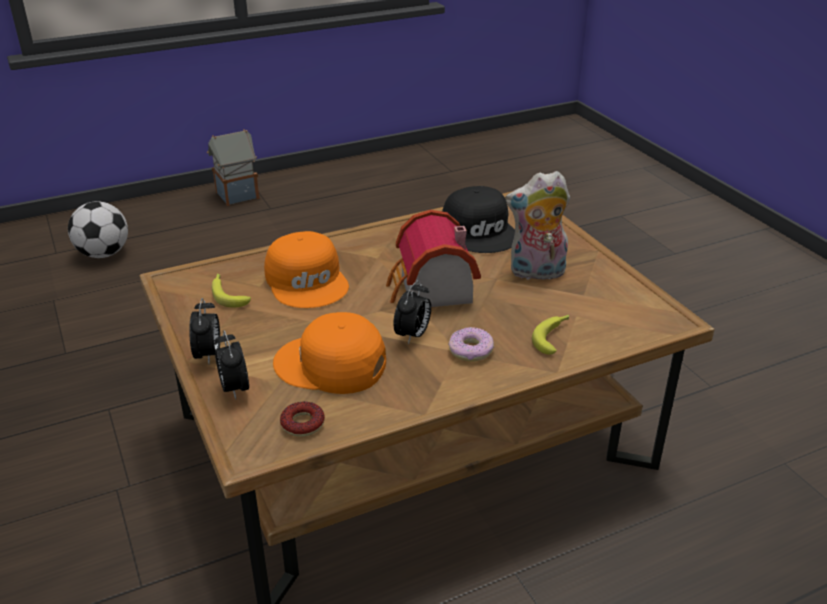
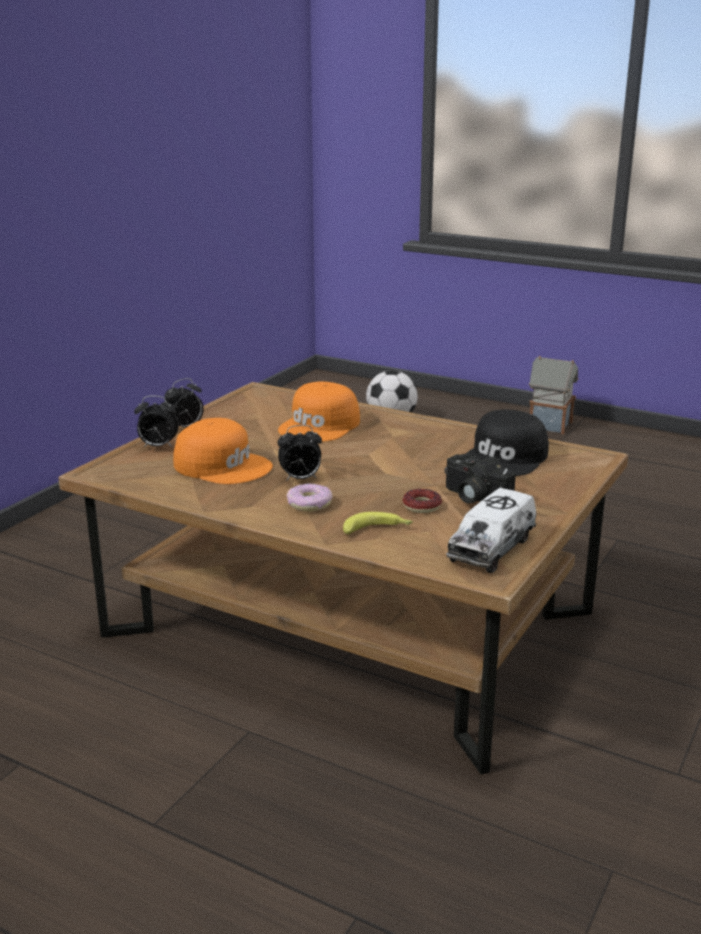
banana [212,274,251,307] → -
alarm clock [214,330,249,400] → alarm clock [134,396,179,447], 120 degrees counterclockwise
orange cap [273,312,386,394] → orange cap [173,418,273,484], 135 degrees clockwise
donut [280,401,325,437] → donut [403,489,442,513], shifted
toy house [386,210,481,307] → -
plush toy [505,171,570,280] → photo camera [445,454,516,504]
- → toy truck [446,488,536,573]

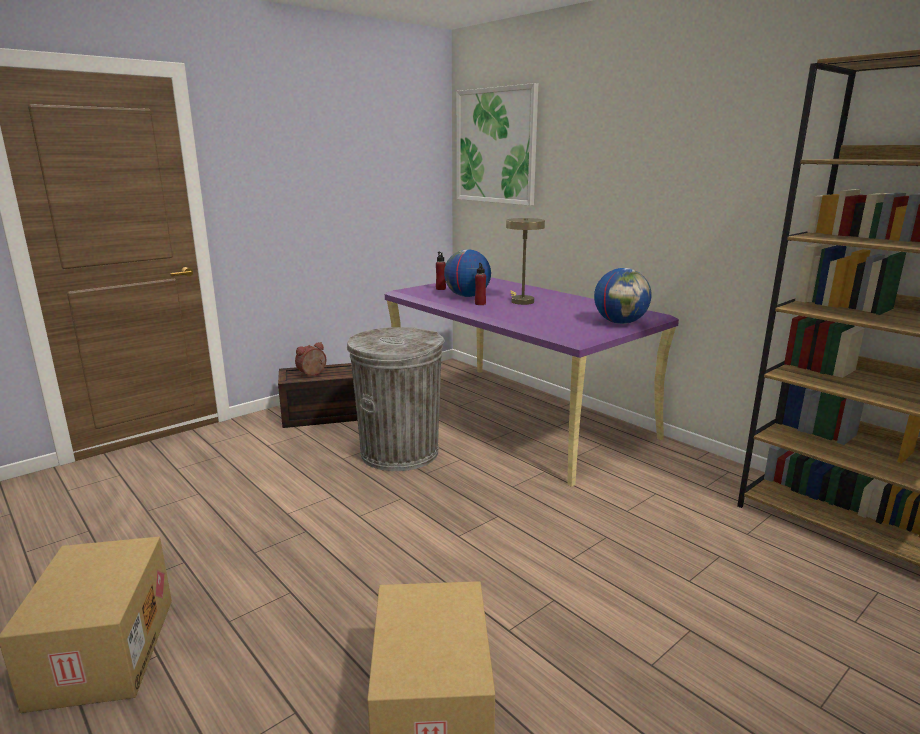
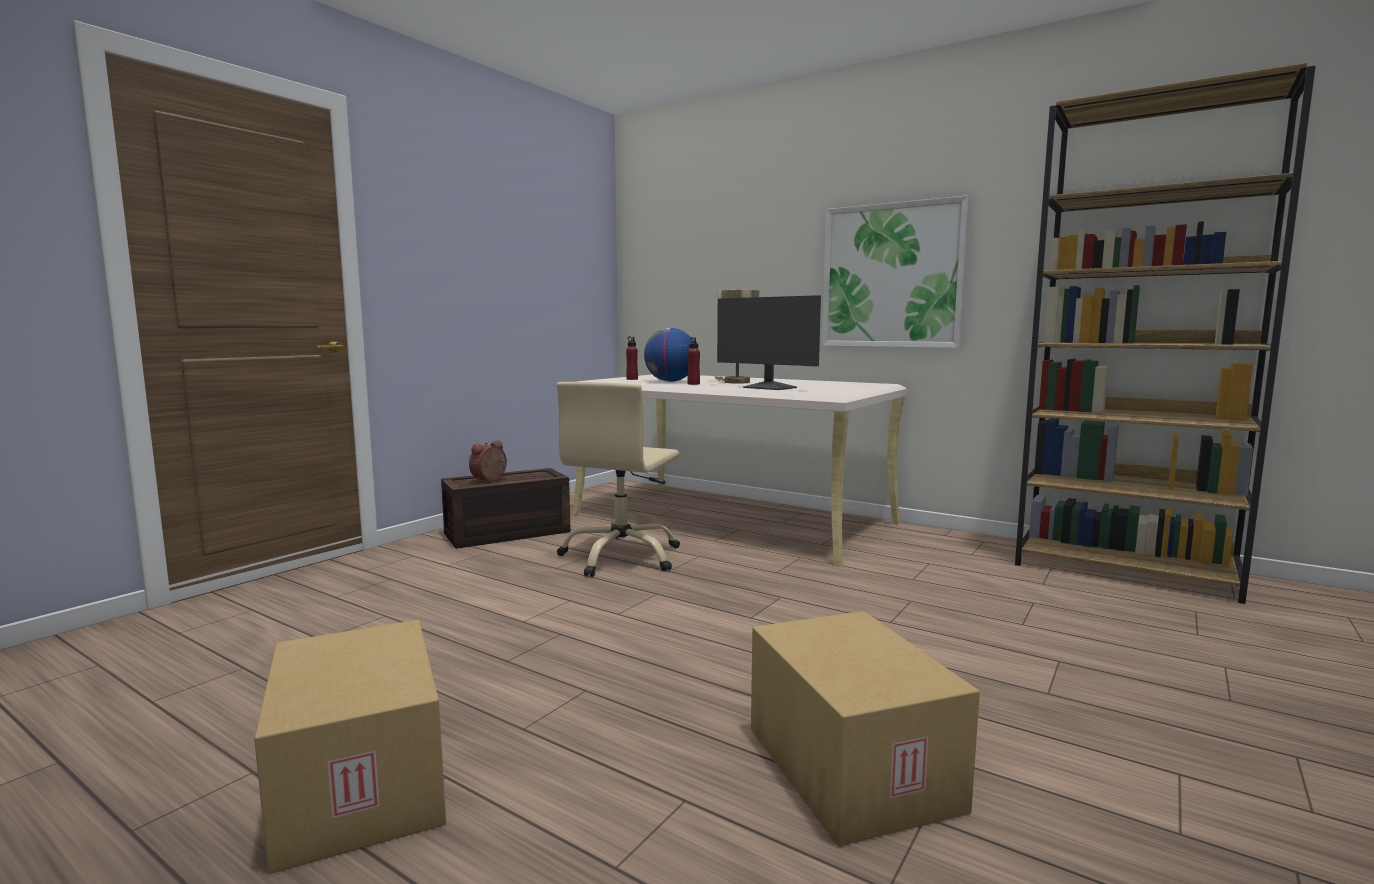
grey trash can [347,327,444,471] → beige office chair [557,382,680,577]
purple desk [385,277,679,487] → beige desk [572,375,907,566]
picture [457,83,538,206] → picture [822,195,970,348], shifted
globe [594,268,652,324] → -
- → monitor [717,295,821,390]

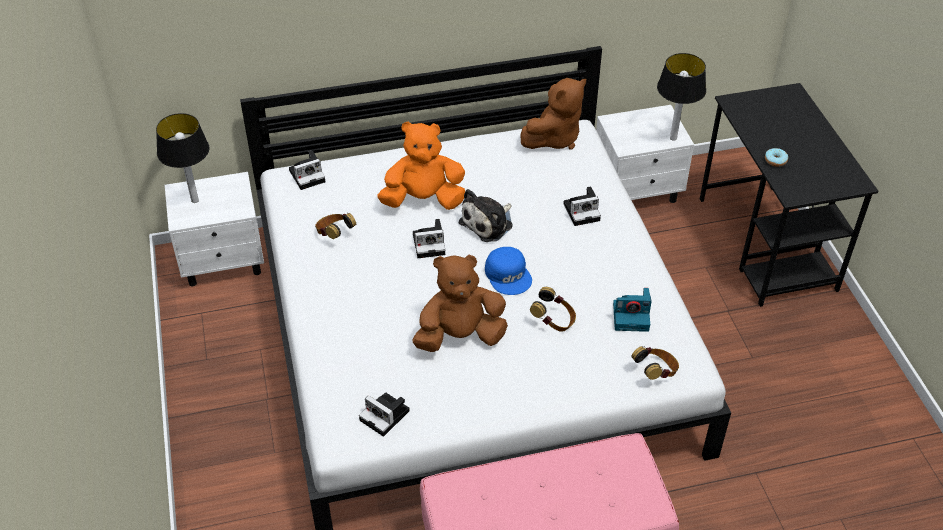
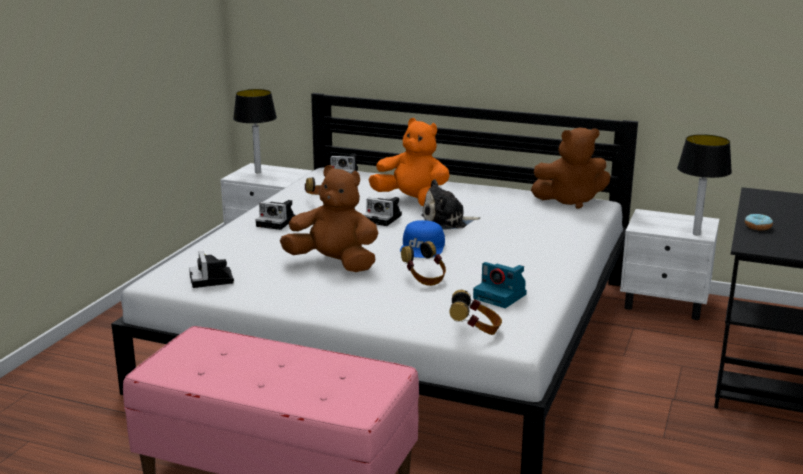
photo camera [563,186,601,226] → photo camera [256,200,295,230], shifted

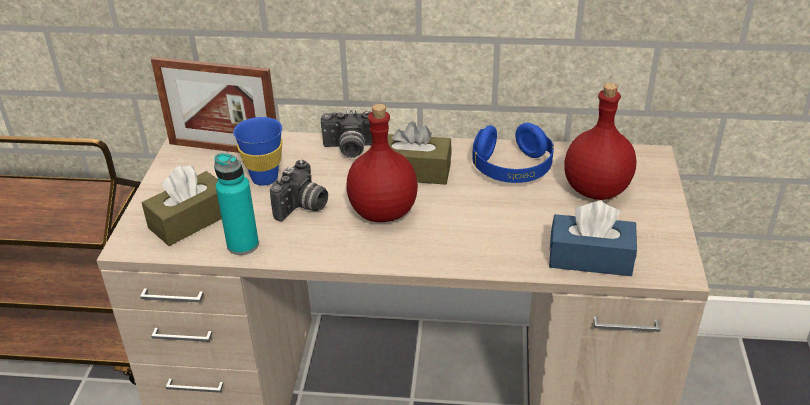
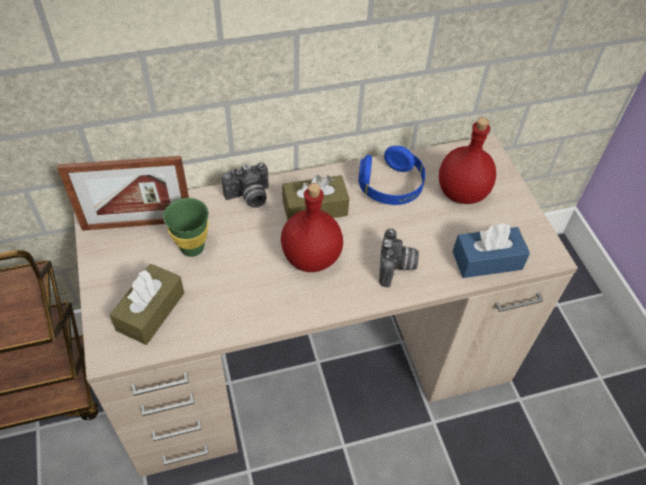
turquoise bottle [214,153,259,255] → -
blue cup [233,117,282,186] → green cup [163,198,209,257]
photo camera [270,160,328,221] → photo camera [379,228,419,287], shifted

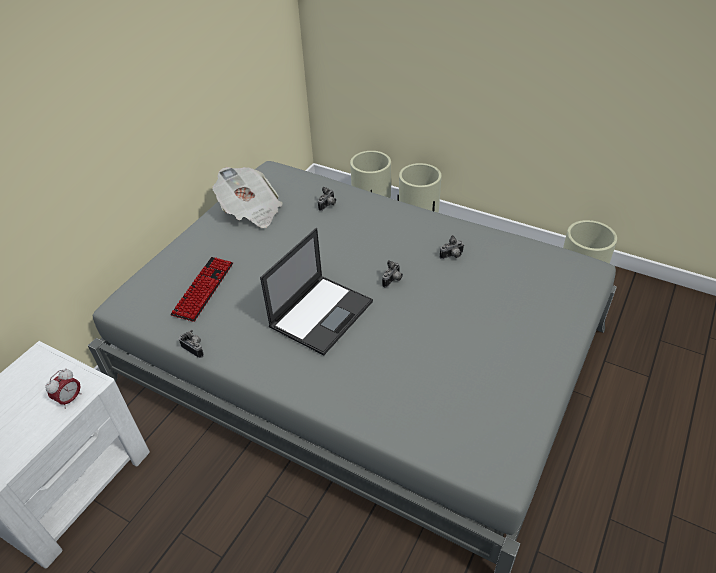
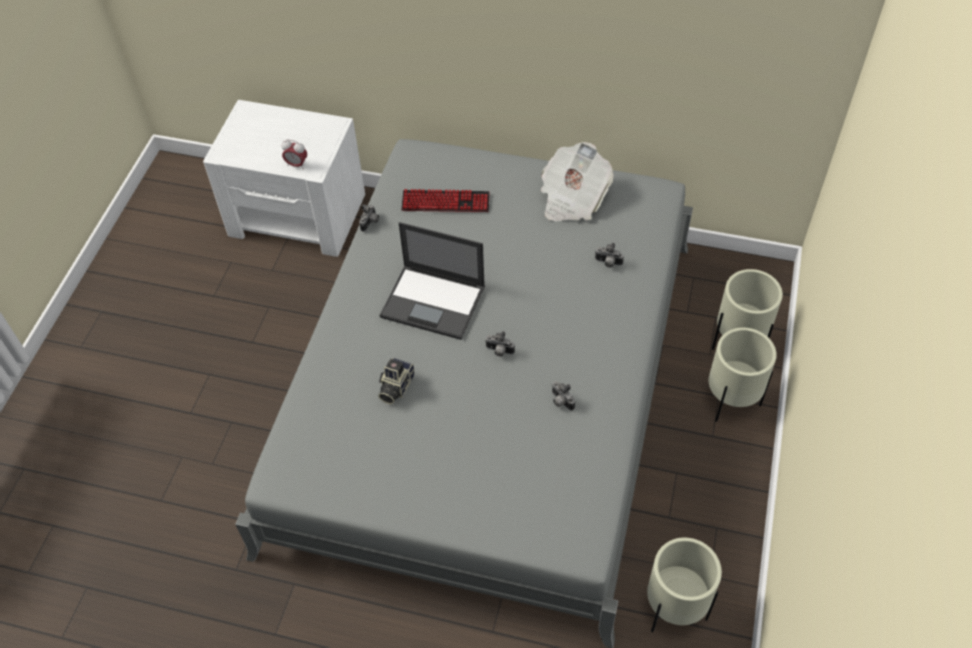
- → photo camera [378,358,415,404]

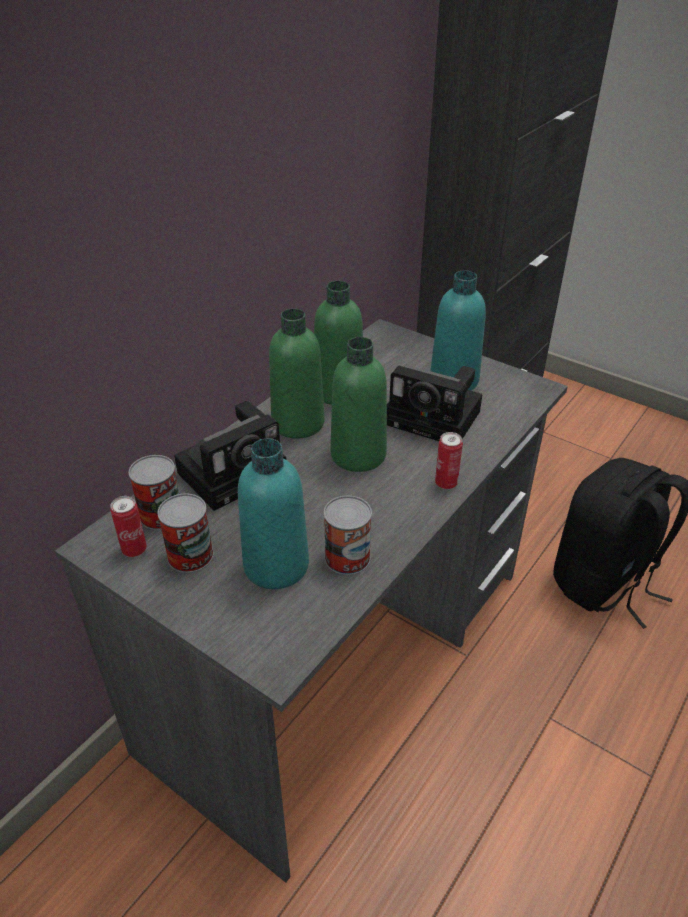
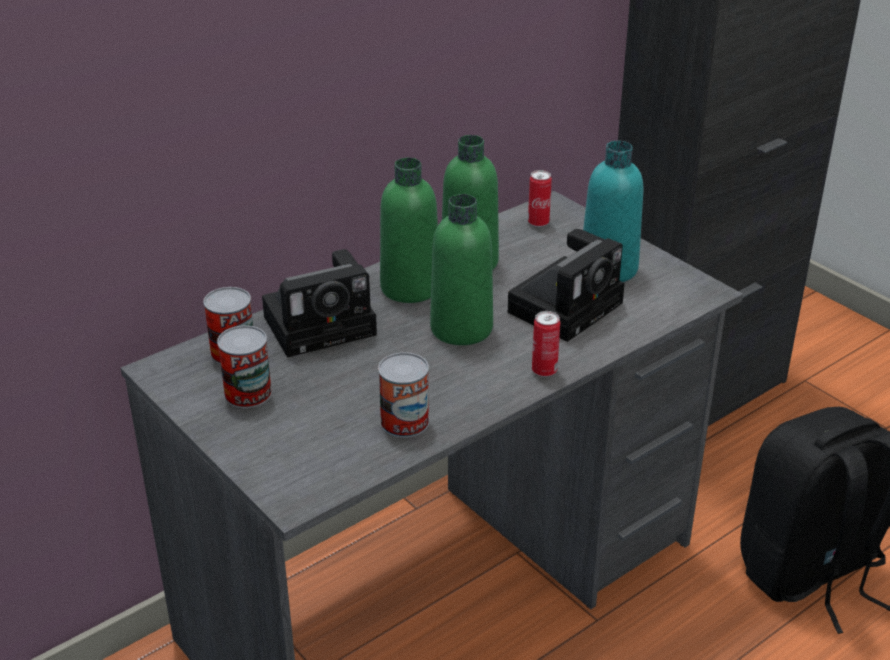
can [110,496,147,557] → can [528,170,552,227], shifted
turquoise bottle [238,438,309,589] → -
photo camera [387,365,482,441] → photo camera [508,229,625,342], 90 degrees counterclockwise

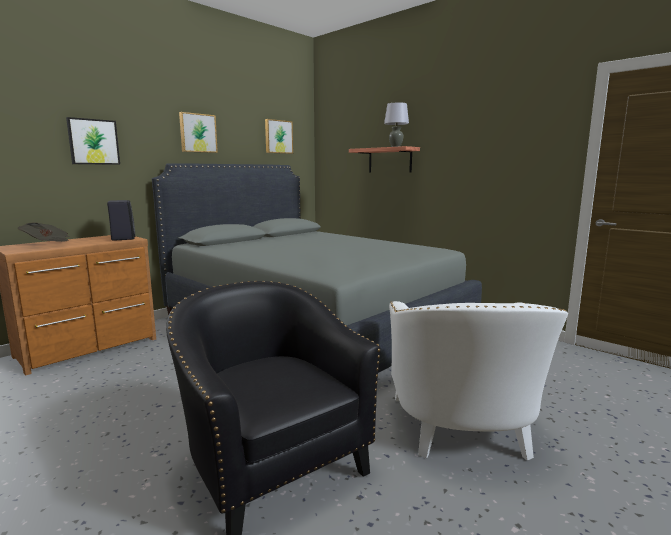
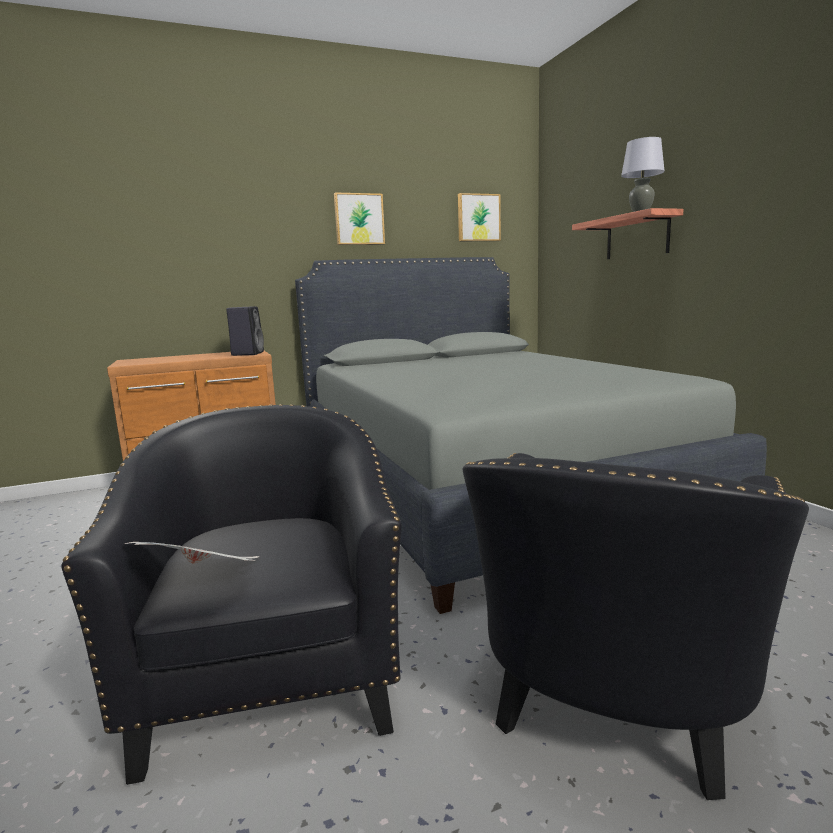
newspaper [18,222,69,242] → newspaper [125,542,260,564], shifted
picture [66,117,120,165] → -
white armchair [389,301,568,461] → black armchair [463,453,809,800]

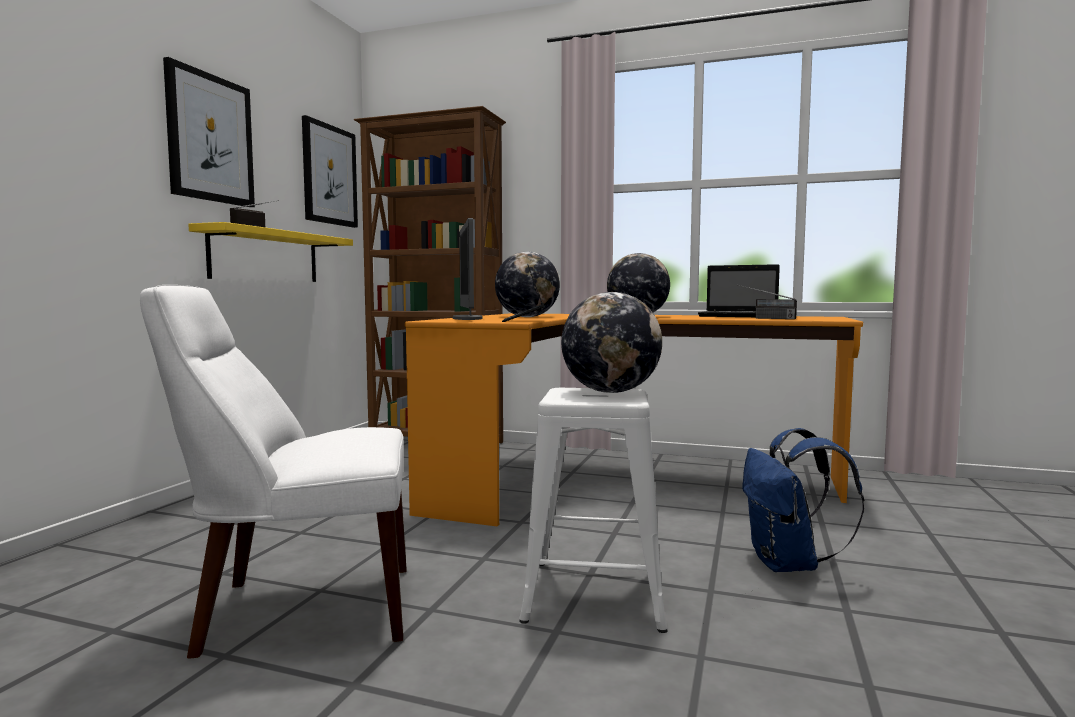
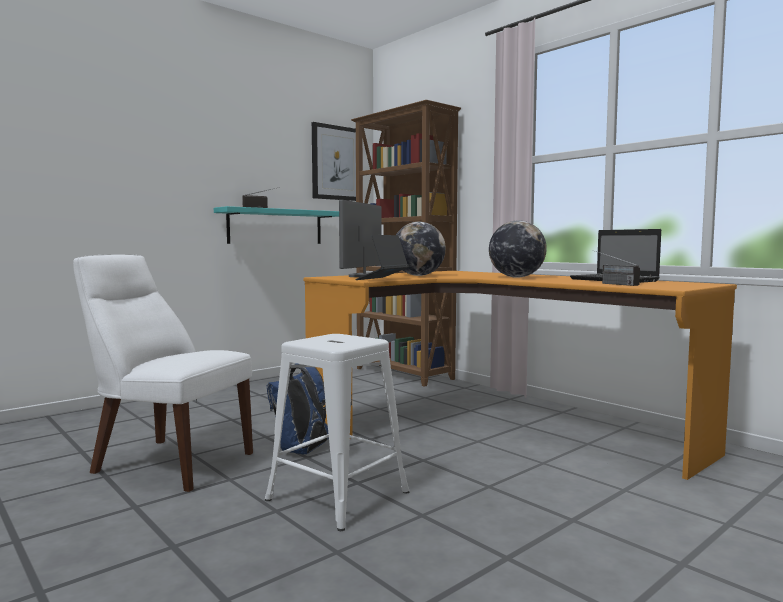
picture [163,57,255,207] → -
yellow shelf [188,222,353,282] → turquoise shelf [214,206,339,244]
globe [561,292,662,393] → -
blue backpack [742,428,864,572] → blue backpack [267,363,352,455], shifted

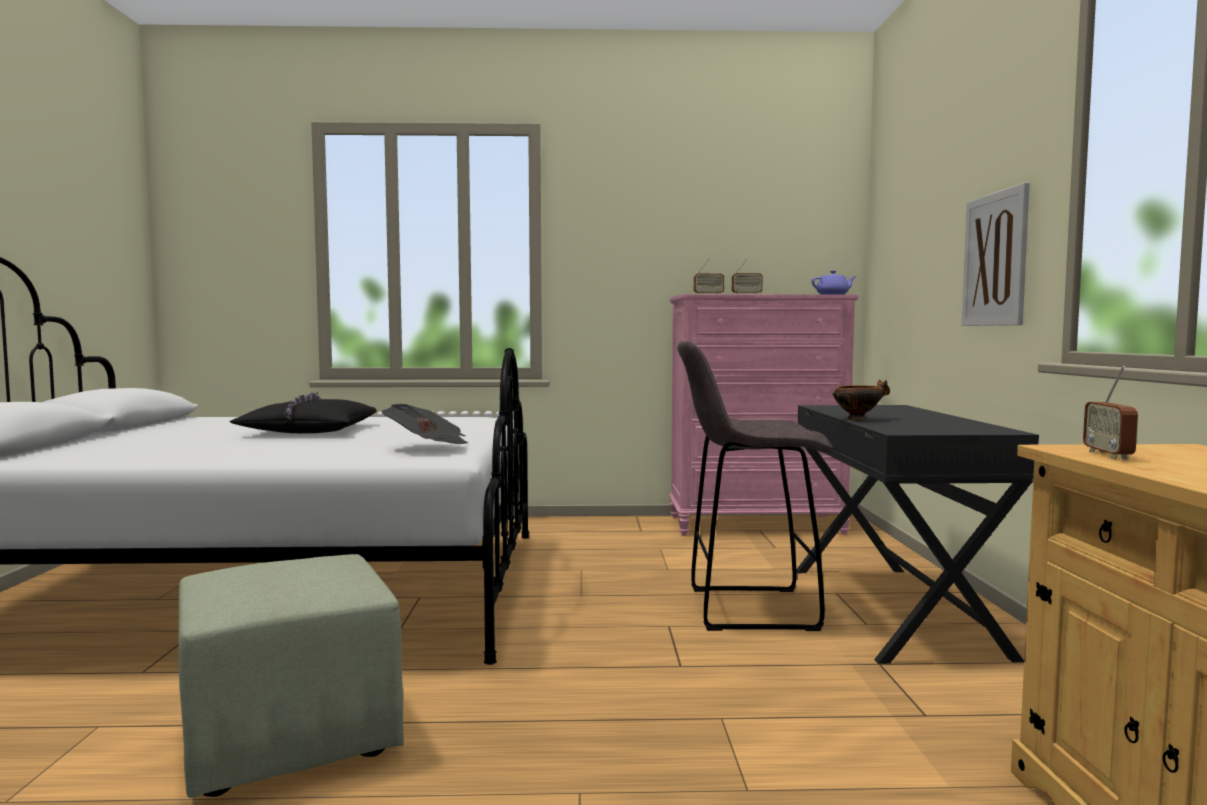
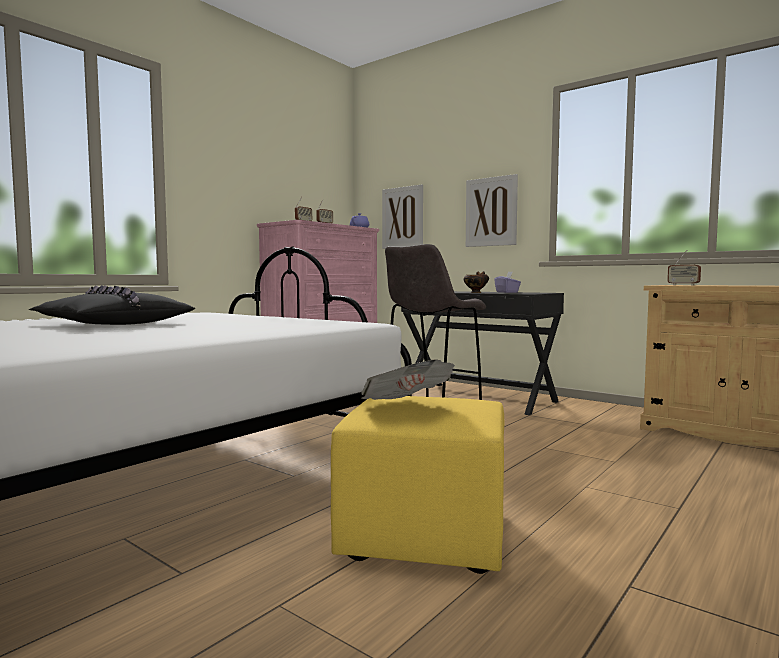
green ottoman [178,554,404,798] → yellow ottoman [331,396,505,574]
newspaper [382,404,468,444] → newspaper [361,359,455,400], shifted
- → picture [382,185,423,249]
- → purple tissue box [494,271,521,293]

